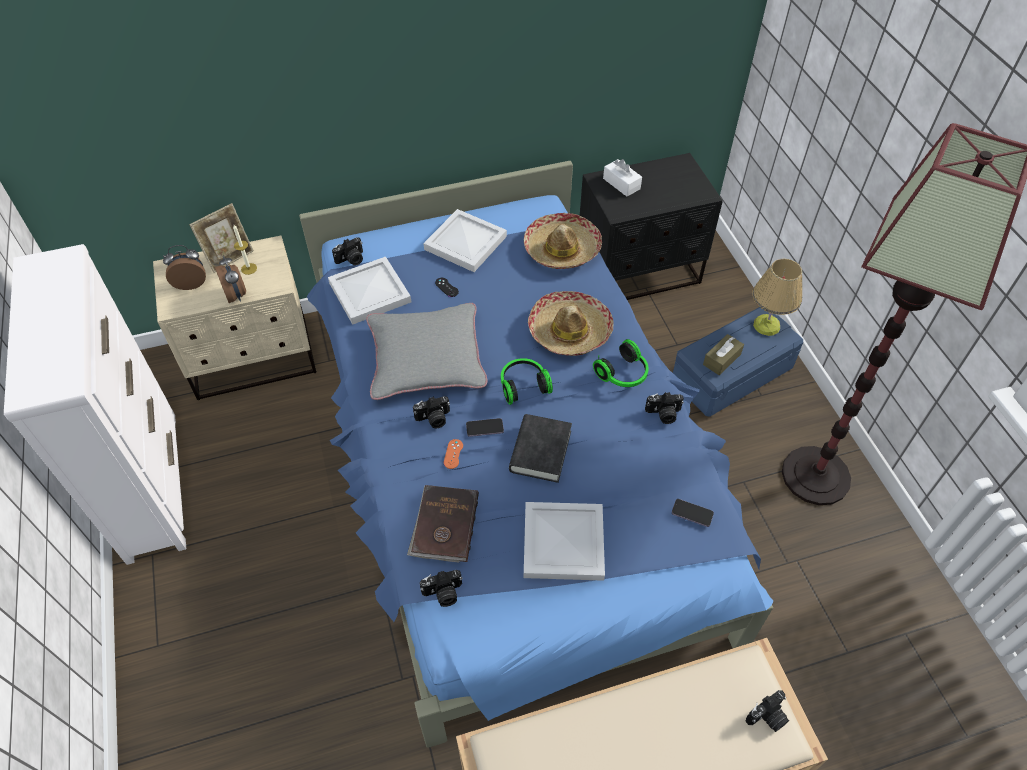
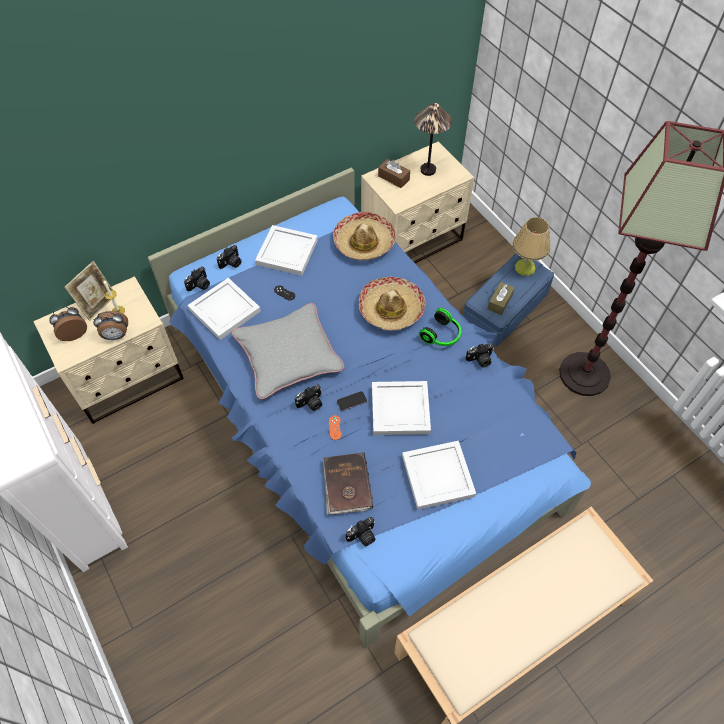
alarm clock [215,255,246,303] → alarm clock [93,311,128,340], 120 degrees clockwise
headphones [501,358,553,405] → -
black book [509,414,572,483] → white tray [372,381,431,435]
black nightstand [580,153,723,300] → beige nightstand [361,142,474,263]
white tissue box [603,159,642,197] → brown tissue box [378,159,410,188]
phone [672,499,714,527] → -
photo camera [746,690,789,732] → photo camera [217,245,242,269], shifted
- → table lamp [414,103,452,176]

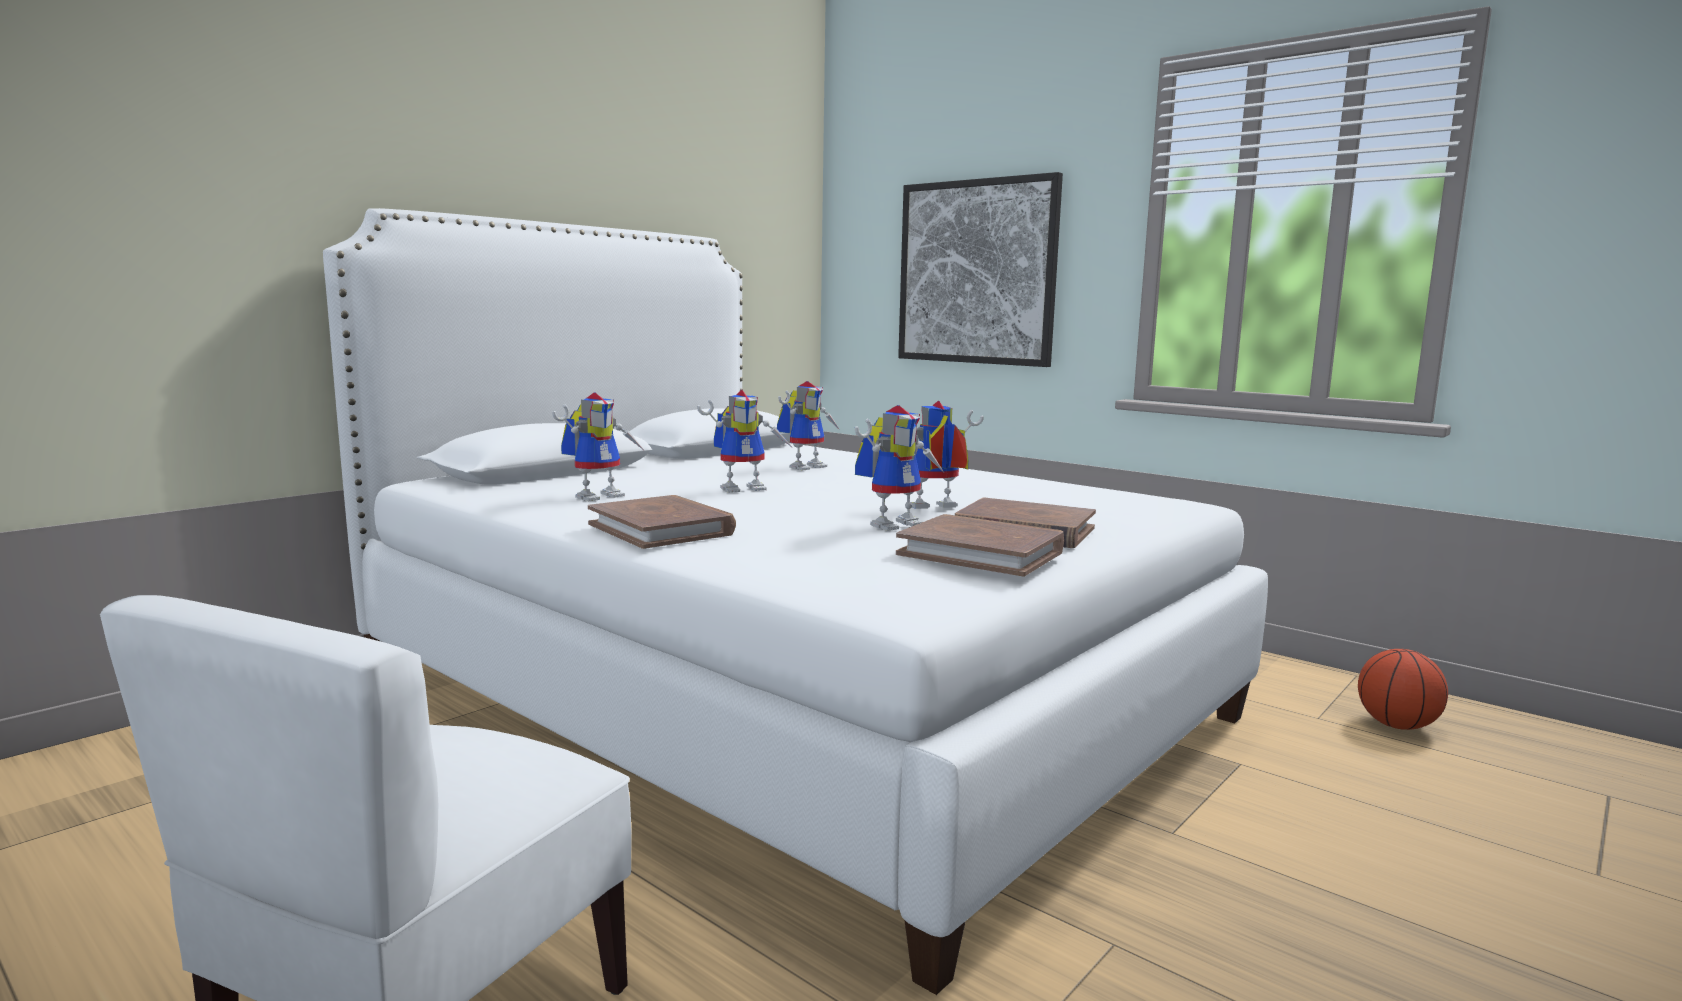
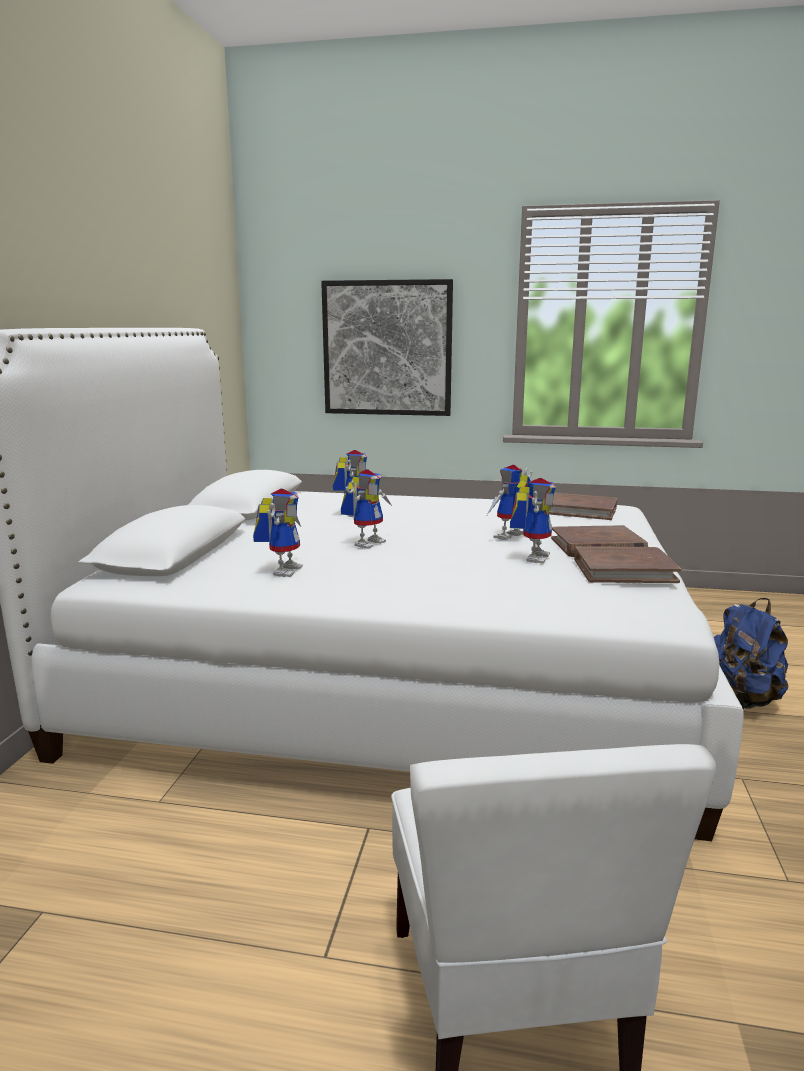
brown book [588,495,736,549] → brown book [548,493,617,520], shifted
basketball [1358,649,1448,730] → -
- → blue backpack [714,598,788,709]

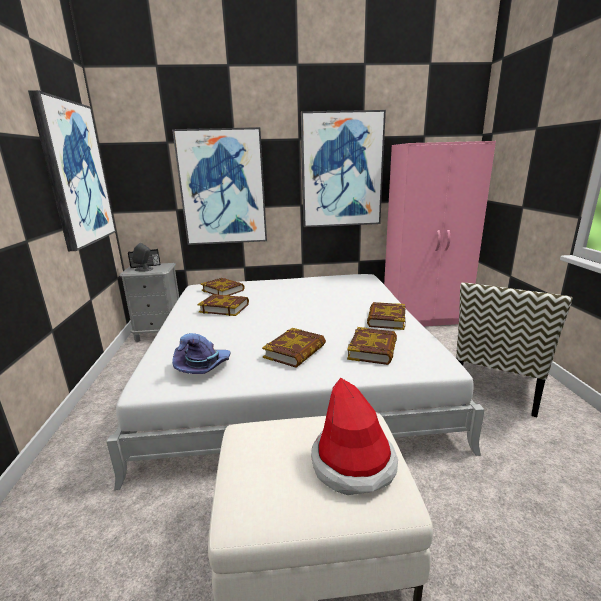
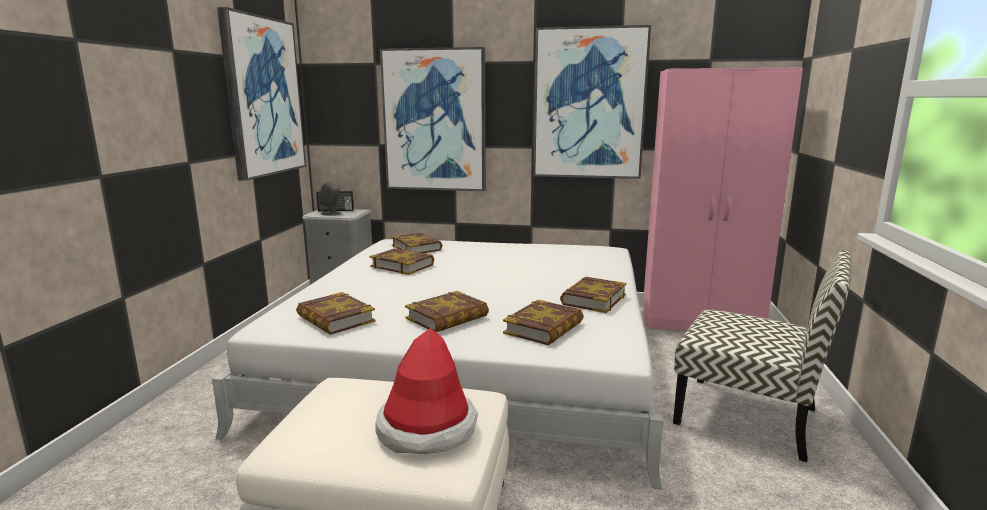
purple hat [172,333,230,374] → book [296,292,376,335]
chair [456,283,572,417] → chair [673,250,851,462], 105 degrees counterclockwise

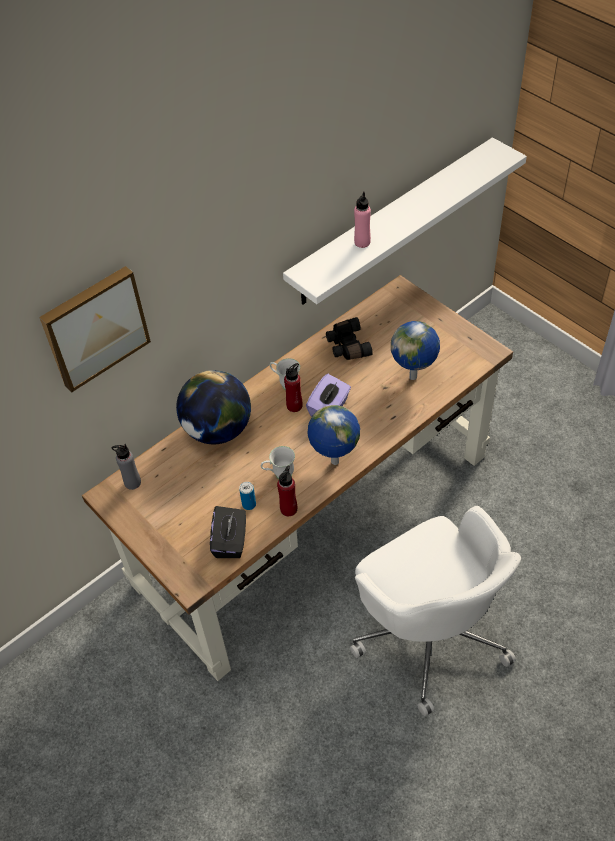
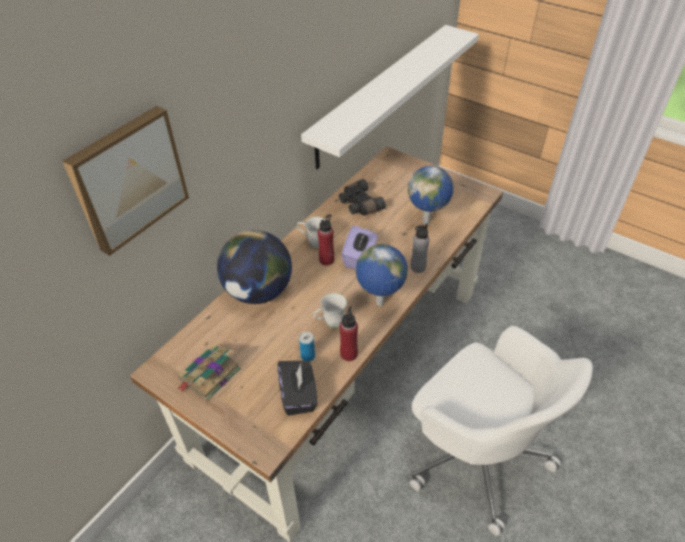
grey bottle [112,444,141,490] → grey bottle [411,223,430,273], shifted
pink bottle [354,192,371,248] → -
- → book [178,344,241,401]

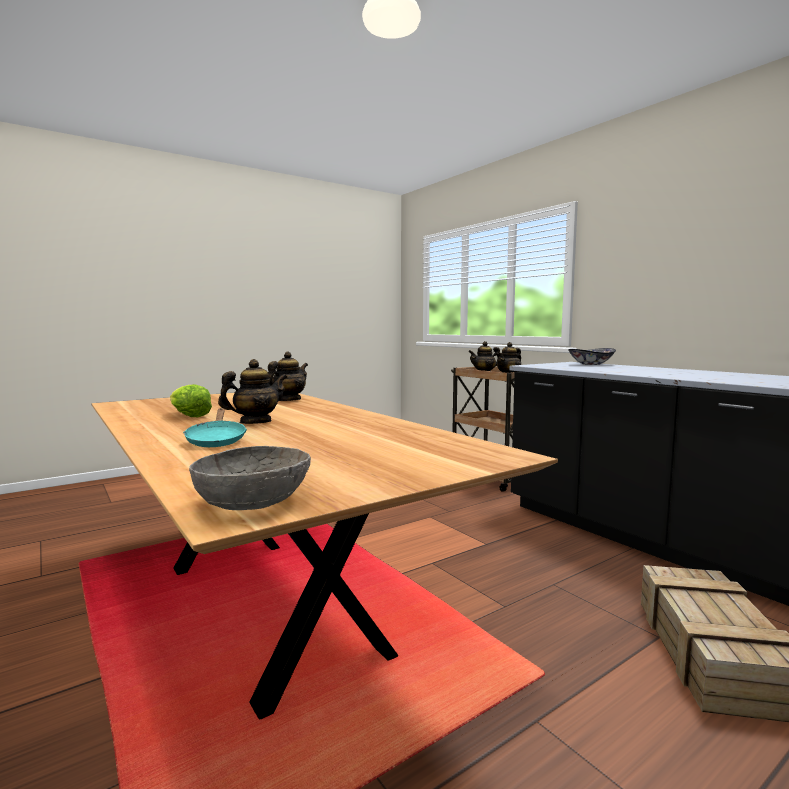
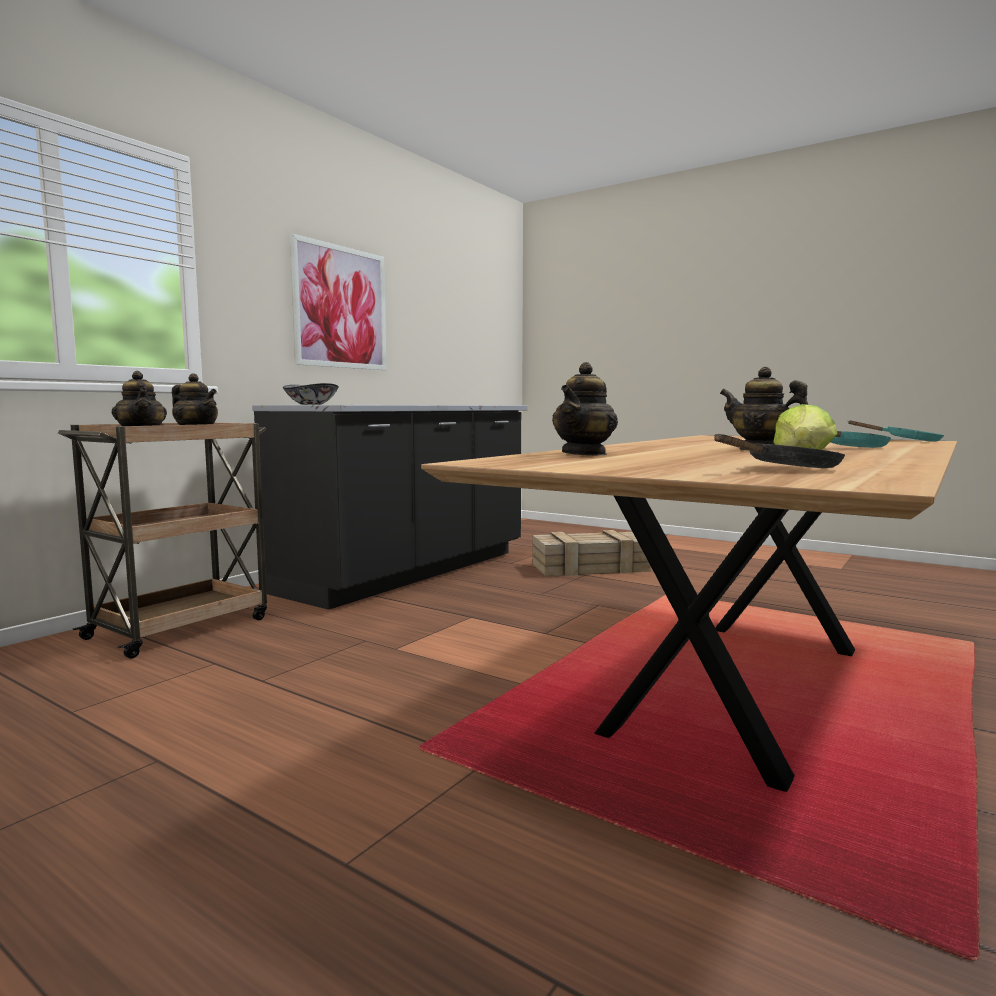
grey bowl [189,446,311,510] → turquoise frying pan [848,420,944,442]
teapot [268,352,308,401] → teapot [552,362,618,456], 75 degrees counterclockwise
- → picture [290,233,387,370]
- → black frying pan [714,434,845,468]

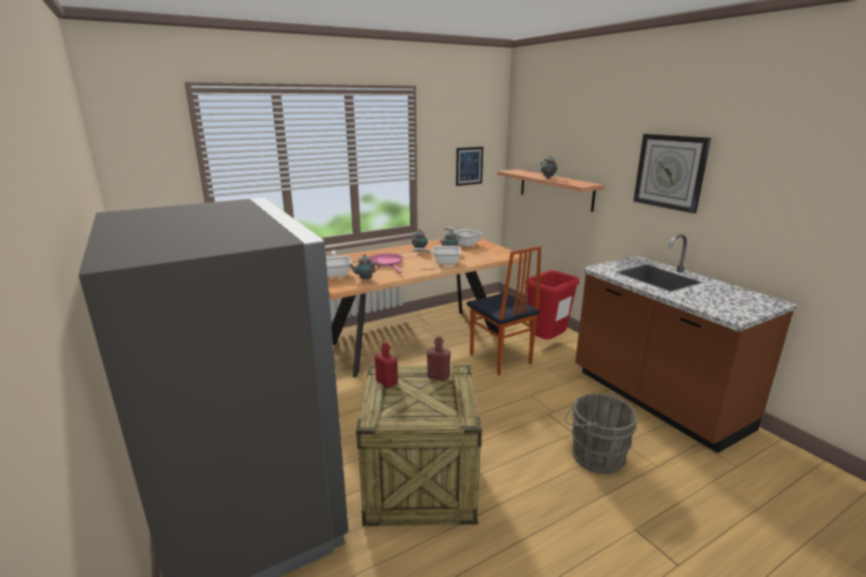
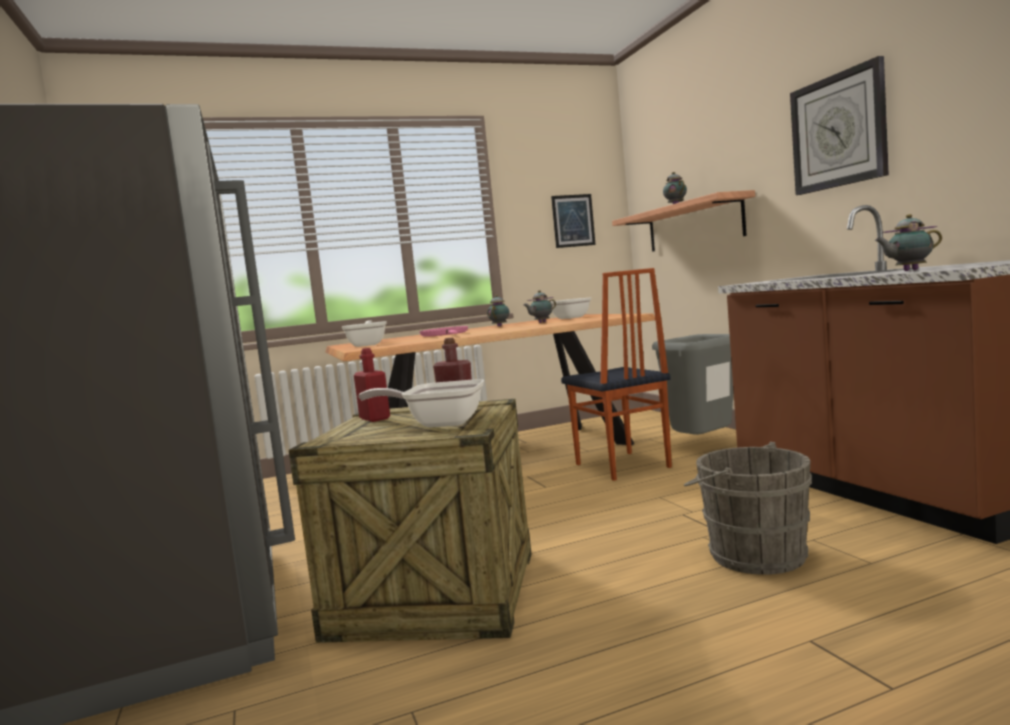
teapot [348,254,380,280] → teapot [875,214,942,271], shifted
frying pan [413,246,461,265] → frying pan [358,379,484,428], shifted
red trash can [525,270,580,339] → grey trash can [652,334,733,435]

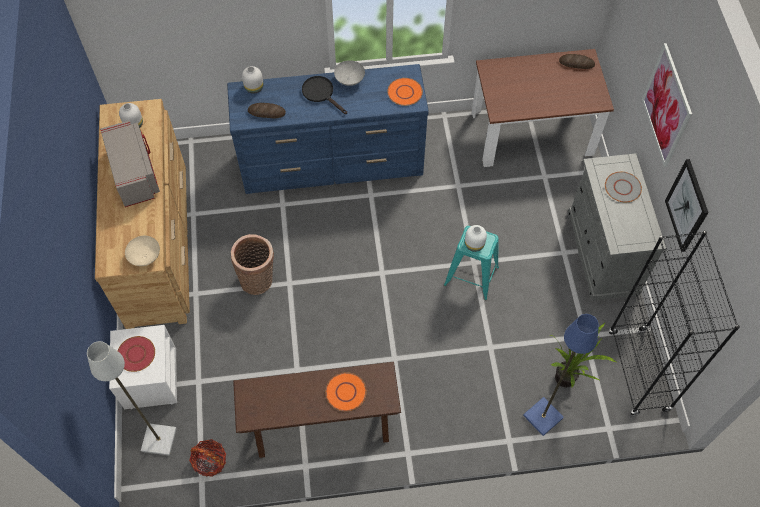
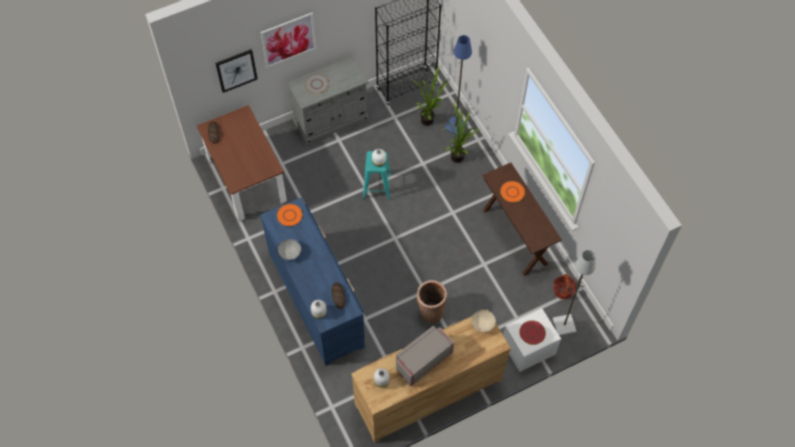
black frying pan [302,76,347,114] → -
picture [665,159,709,252] → picture [215,49,257,93], shifted
- → potted plant [441,102,480,163]

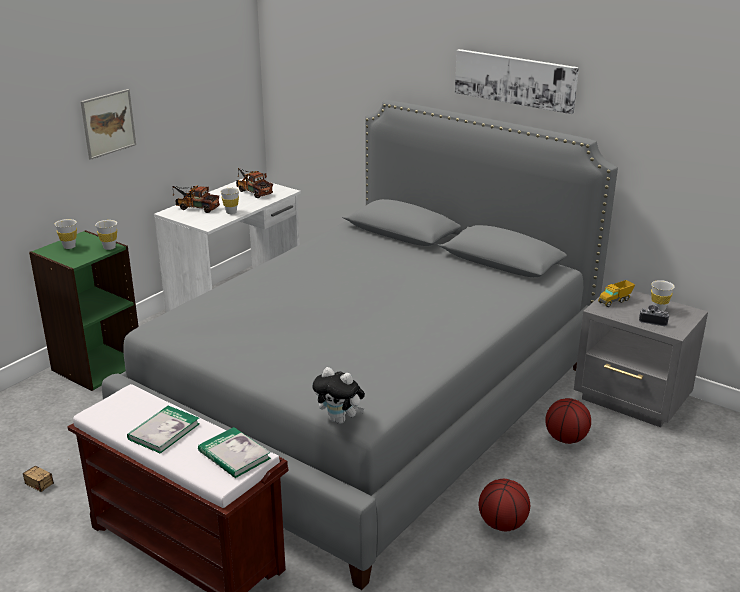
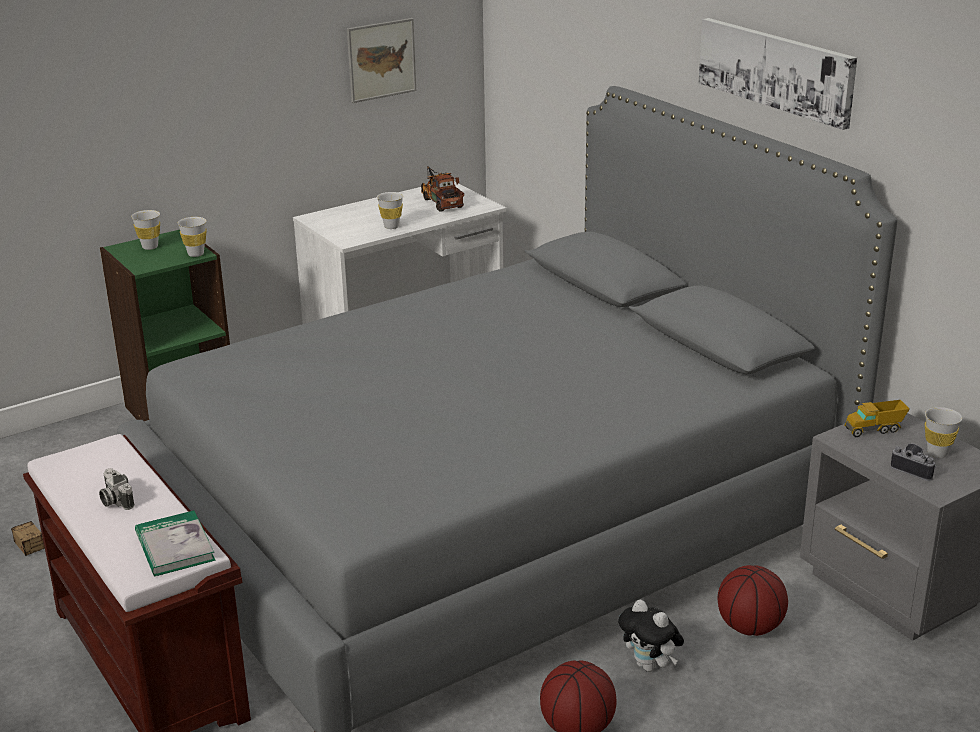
picture [80,89,136,160] → picture [347,18,416,103], shifted
book [127,406,200,454] → photo camera [99,468,134,510]
toy truck [172,185,220,213] → -
plush toy [312,367,365,424] → plush toy [618,600,684,672], shifted

